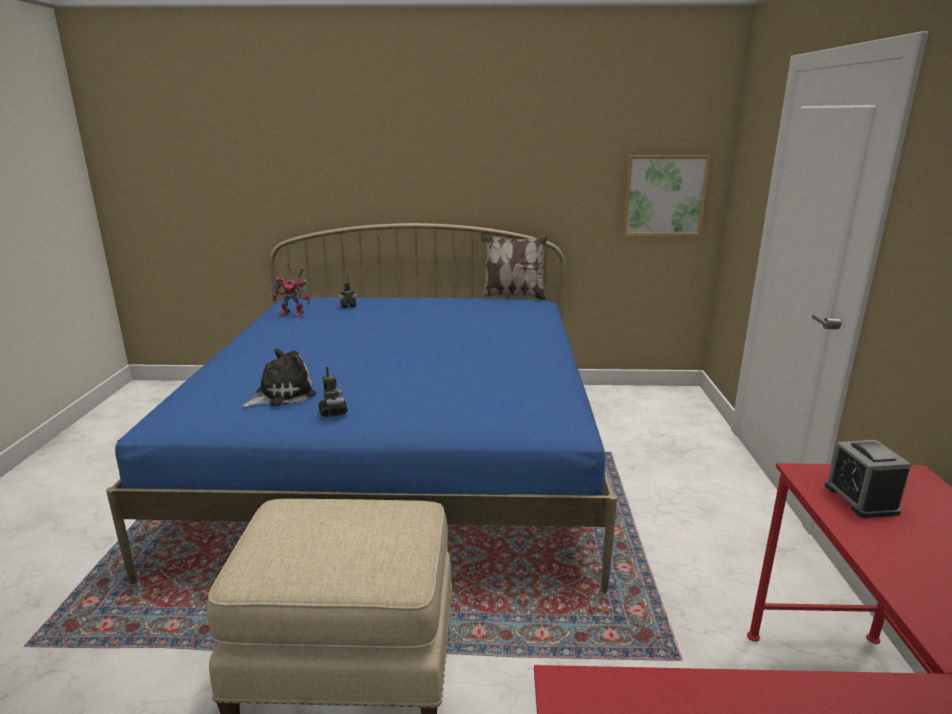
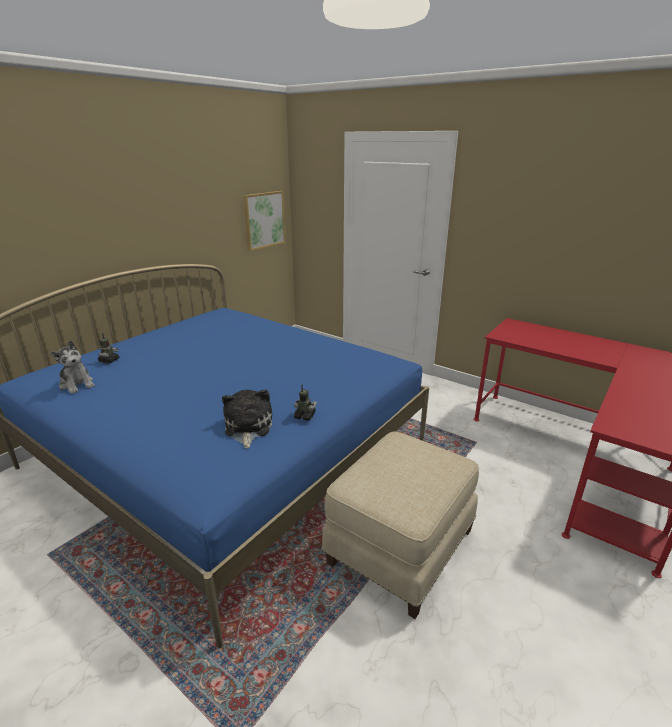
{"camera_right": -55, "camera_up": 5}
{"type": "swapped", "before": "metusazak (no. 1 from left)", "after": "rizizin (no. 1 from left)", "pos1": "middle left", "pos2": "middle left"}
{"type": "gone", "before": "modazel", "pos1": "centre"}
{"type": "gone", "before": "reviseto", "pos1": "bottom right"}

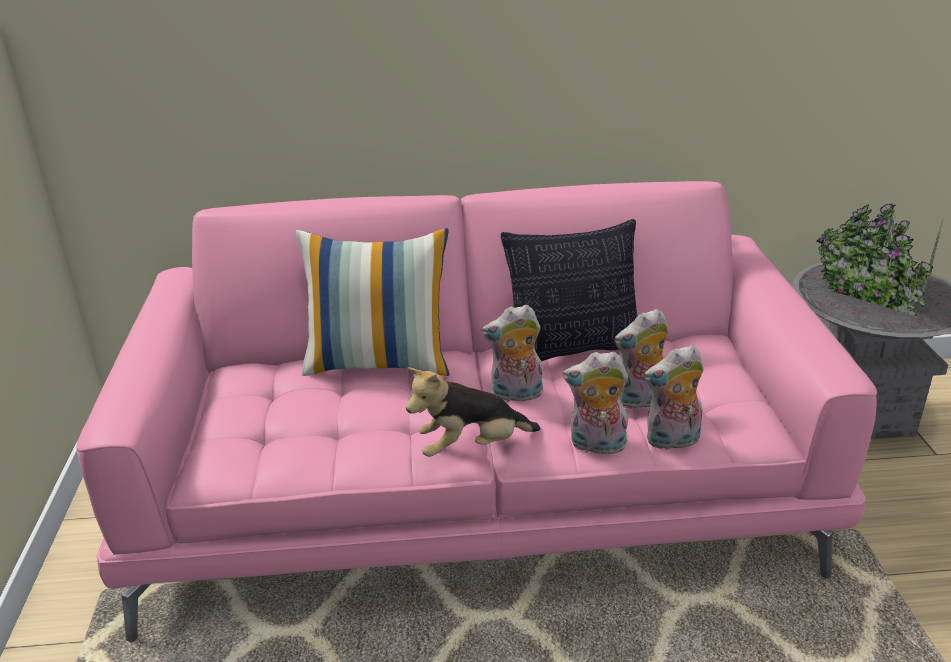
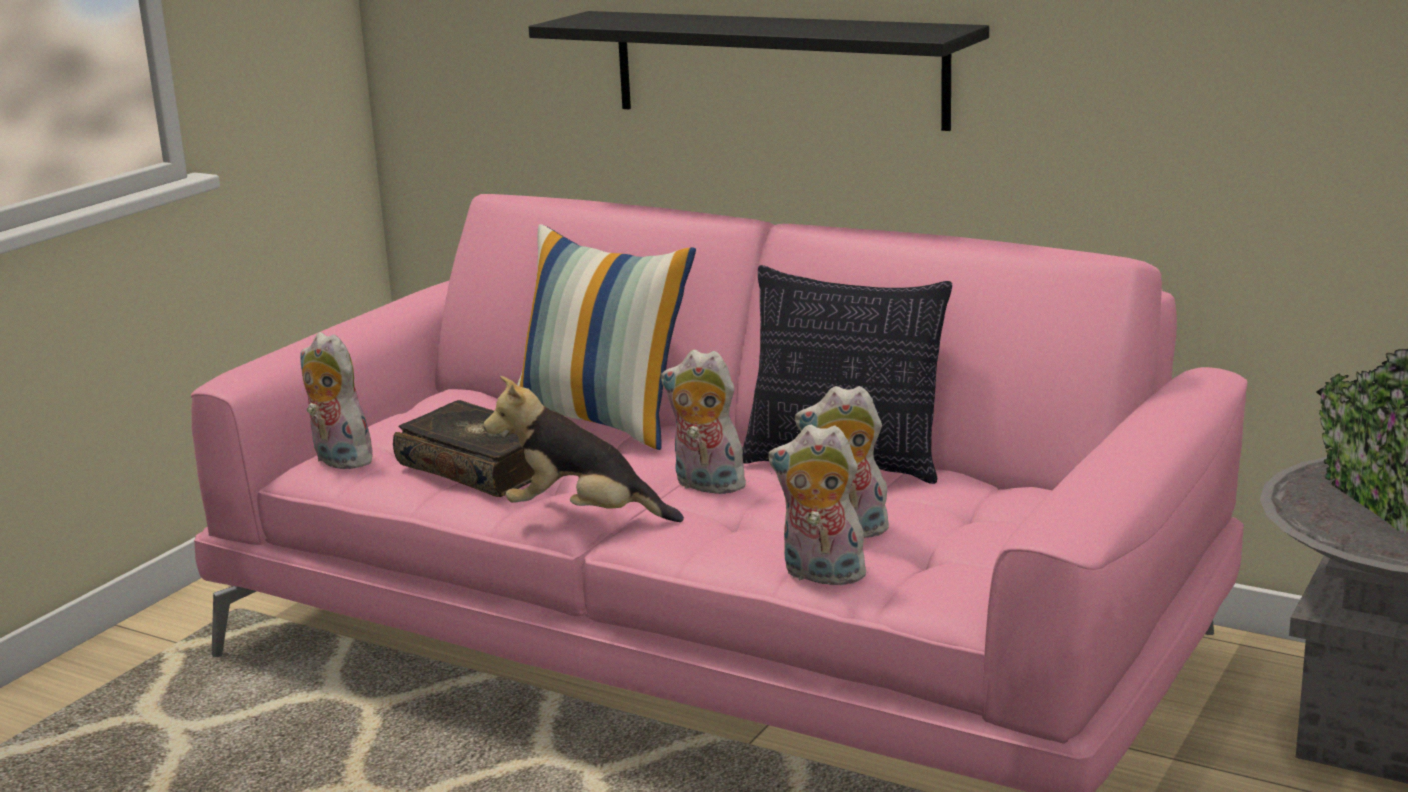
{"camera_right": 35, "camera_up": -10}
{"type": "shifted", "before": "rizizin (no. 3 from left in the first image)", "after": "rizizin (no. 1 from left)", "pos1": "centre", "pos2": "middle left"}
{"type": "new", "after": "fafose", "pos2": "middle left"}
{"type": "new", "after": "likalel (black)", "pos2": "top centre"}

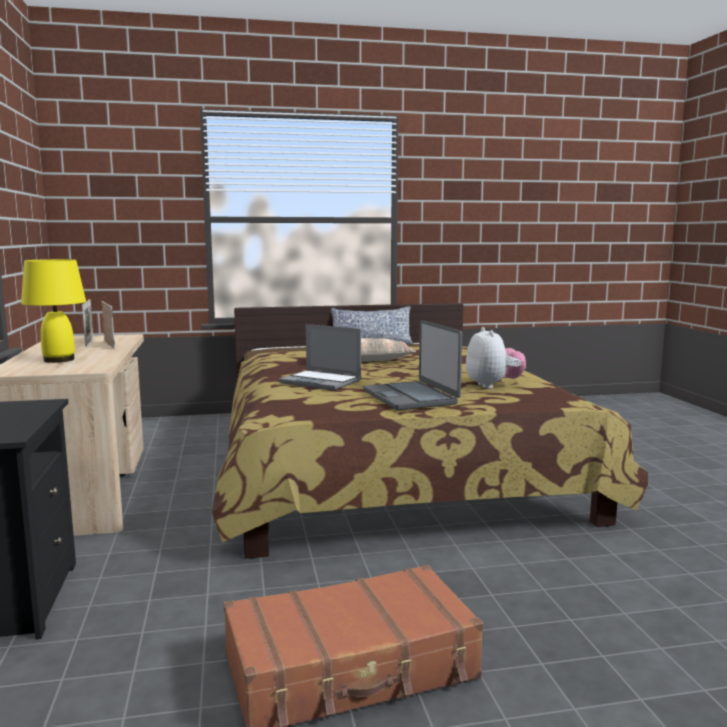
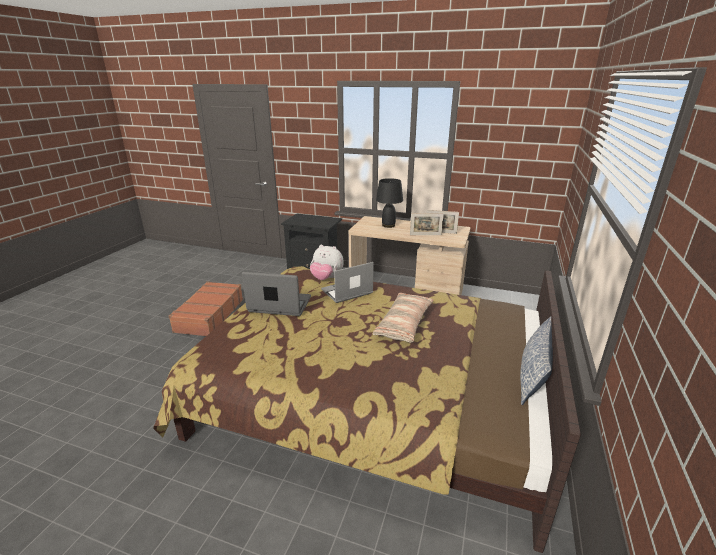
{"camera_right": 120, "camera_up": 15}
{"type": "repainted", "before": "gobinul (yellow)", "after": "gobinul (black)", "pos1": "middle left", "pos2": "centre"}
{"type": "shifted", "before": "rizizin", "pos1": "middle right", "pos2": "centre"}

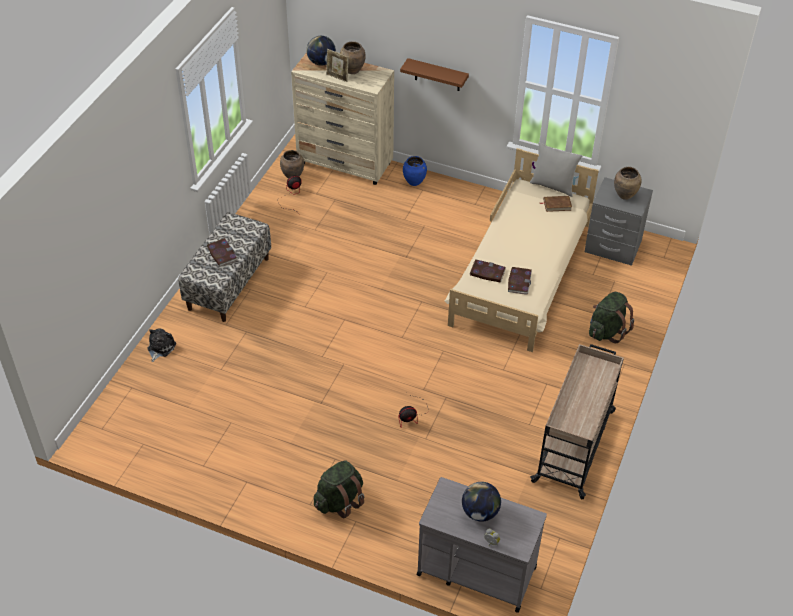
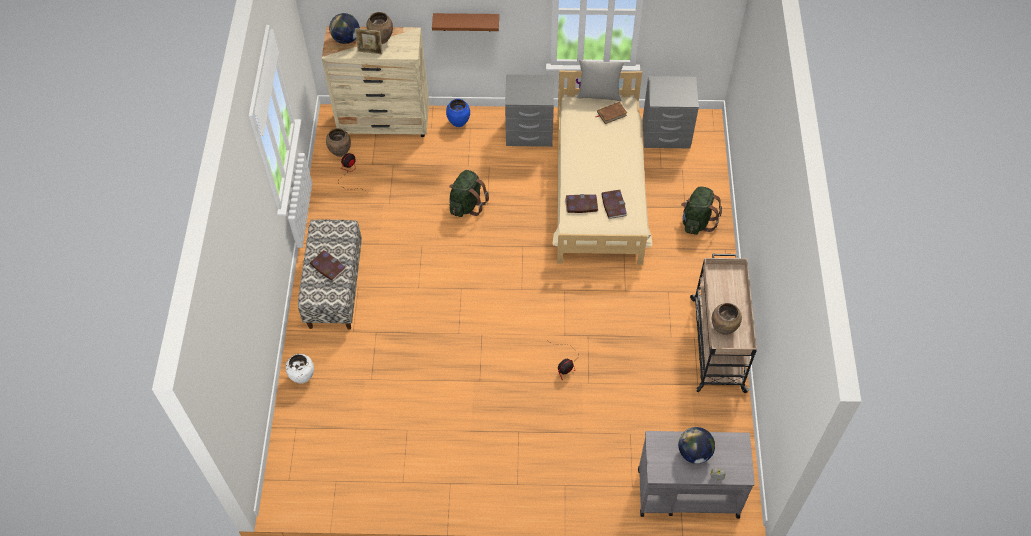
{"camera_right": -20, "camera_up": 10}
{"type": "swapped", "before": "rizizin", "after": "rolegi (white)", "pos1": "middle left", "pos2": "bottom left"}
{"type": "shifted", "before": "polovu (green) (no. 1 from left)", "pos1": "bottom centre", "pos2": "centre"}
{"type": "shifted", "before": "rolegi (brown) (no. 3 from left)", "pos1": "top right", "pos2": "middle right"}
{"type": "new", "after": "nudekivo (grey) (no. 1 from left)", "pos2": "top centre"}

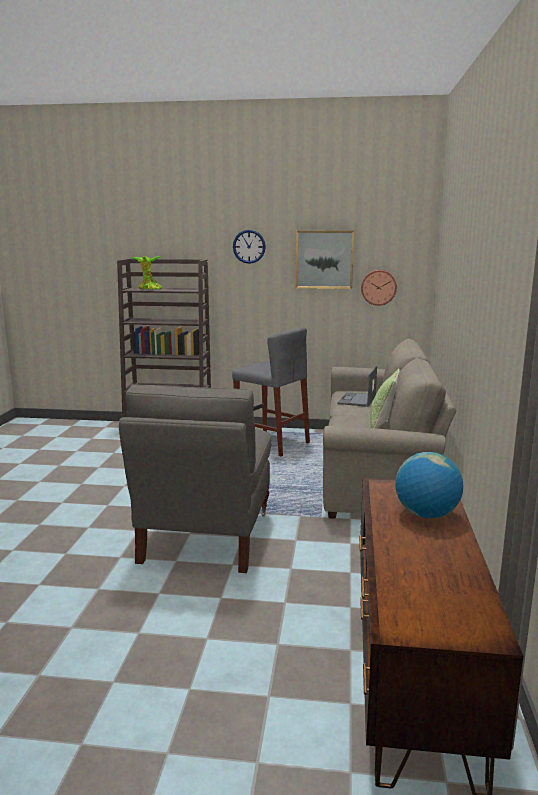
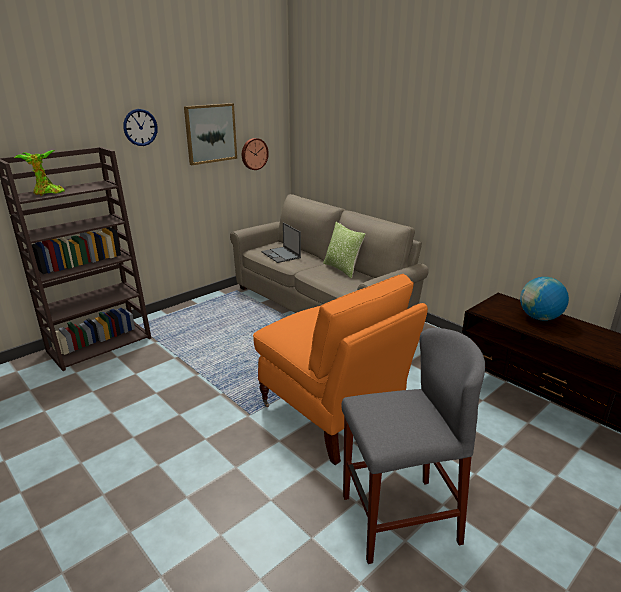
{"camera_right": -50, "camera_up": 10}
{"type": "repainted", "before": "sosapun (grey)", "after": "sosapun (orange)", "pos1": "centre", "pos2": "centre"}
{"type": "shifted", "before": "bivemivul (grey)", "pos1": "centre", "pos2": "bottom centre"}

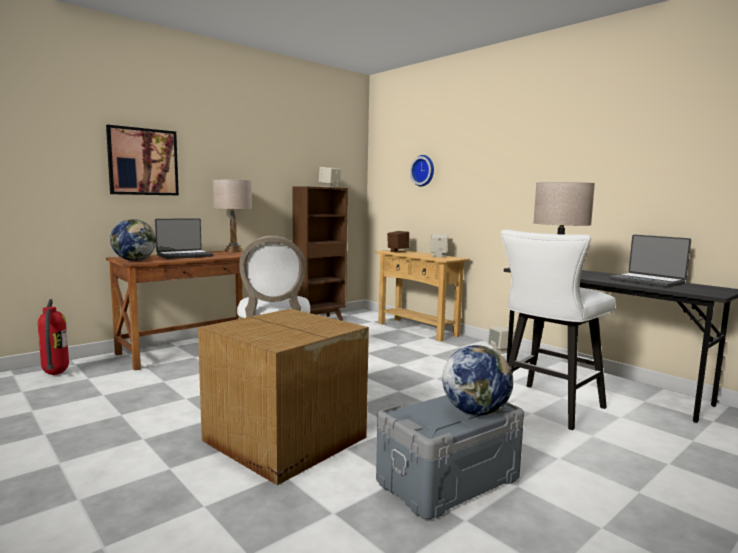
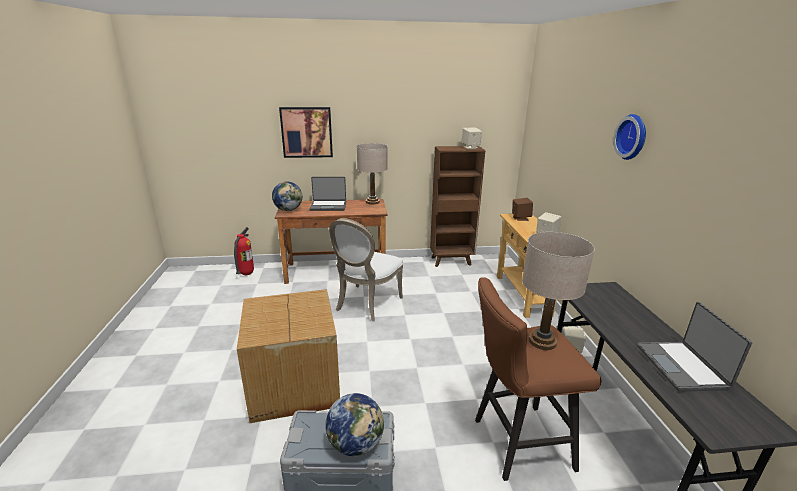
{"camera_right": 35, "camera_up": 15}
{"type": "shifted", "before": "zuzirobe", "pos1": "top centre", "pos2": "top right"}
{"type": "repainted", "before": "bivemivul (white)", "after": "bivemivul (brown)", "pos1": "middle right", "pos2": "bottom right"}

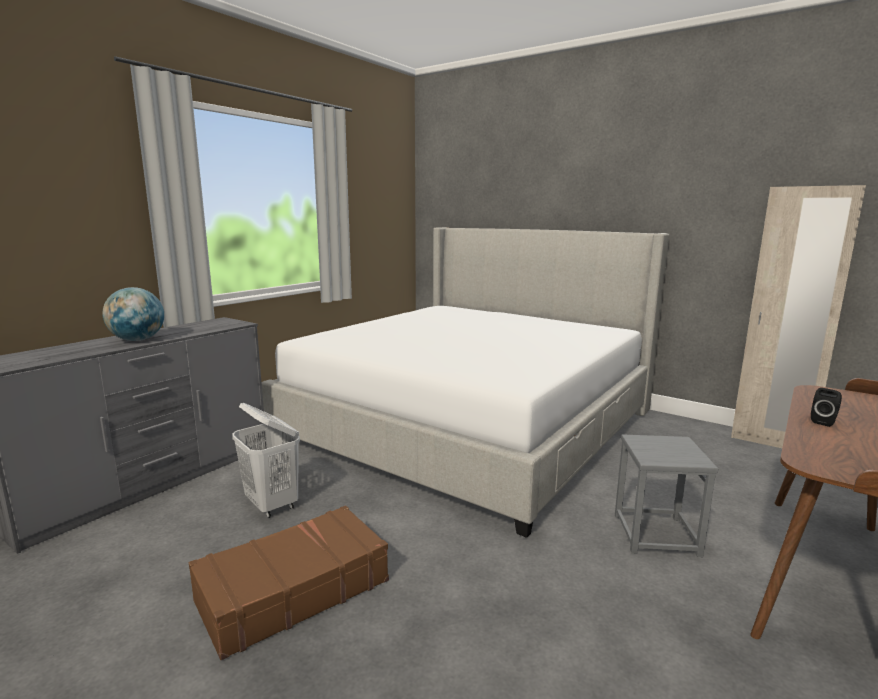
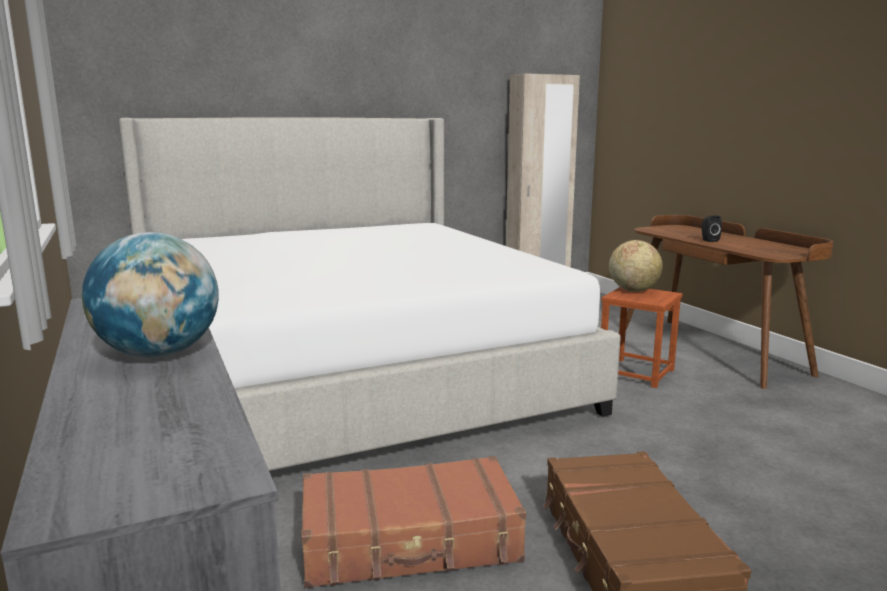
{"camera_right": -60, "camera_up": 0}
{"type": "swapped", "before": "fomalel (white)", "after": "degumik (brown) (no. 1 from left)", "pos1": "middle left", "pos2": "bottom centre"}
{"type": "repainted", "before": "bivemivul (grey)", "after": "bivemivul (brown)", "pos1": "bottom right", "pos2": "middle right"}
{"type": "new", "after": "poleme (no. 2 from left)", "pos2": "middle right"}

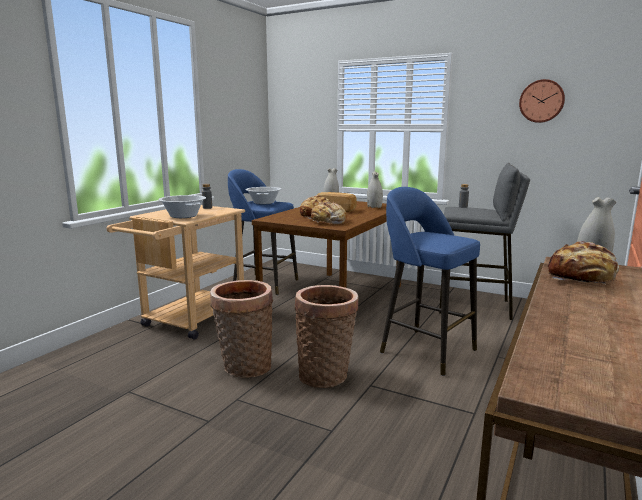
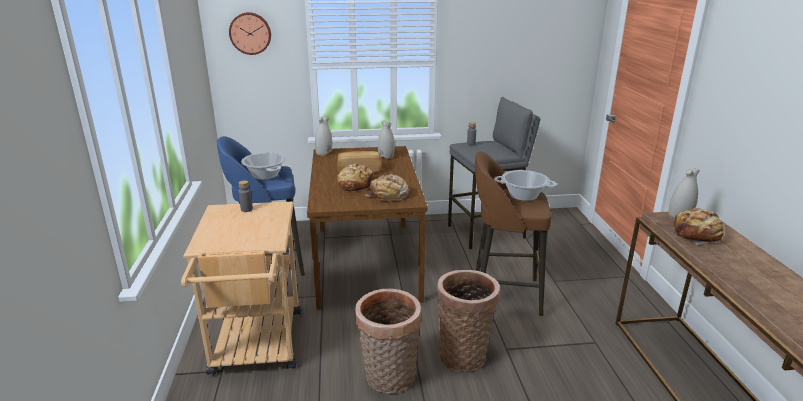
{"camera_right": -35, "camera_up": 10}
{"type": "shifted", "before": "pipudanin (no. 1 from left in the first image)", "after": "pipudanin (no. 2 from left)", "pos1": "middle left", "pos2": "centre"}
{"type": "repainted", "before": "bivemivul (blue) (no. 2 from left)", "after": "bivemivul (brown)", "pos1": "middle right", "pos2": "centre"}
{"type": "shifted", "before": "zuzirobe", "pos1": "top right", "pos2": "top left"}

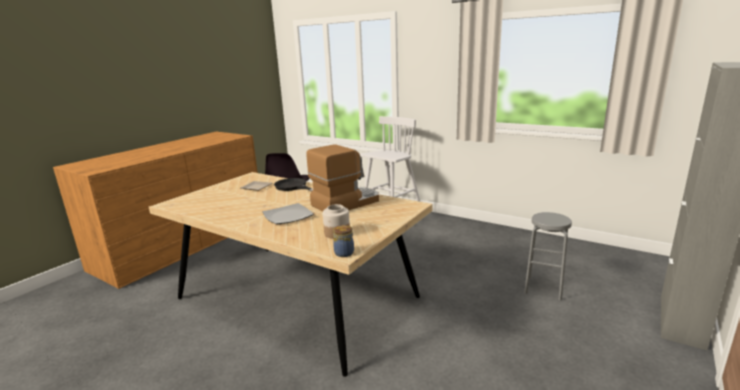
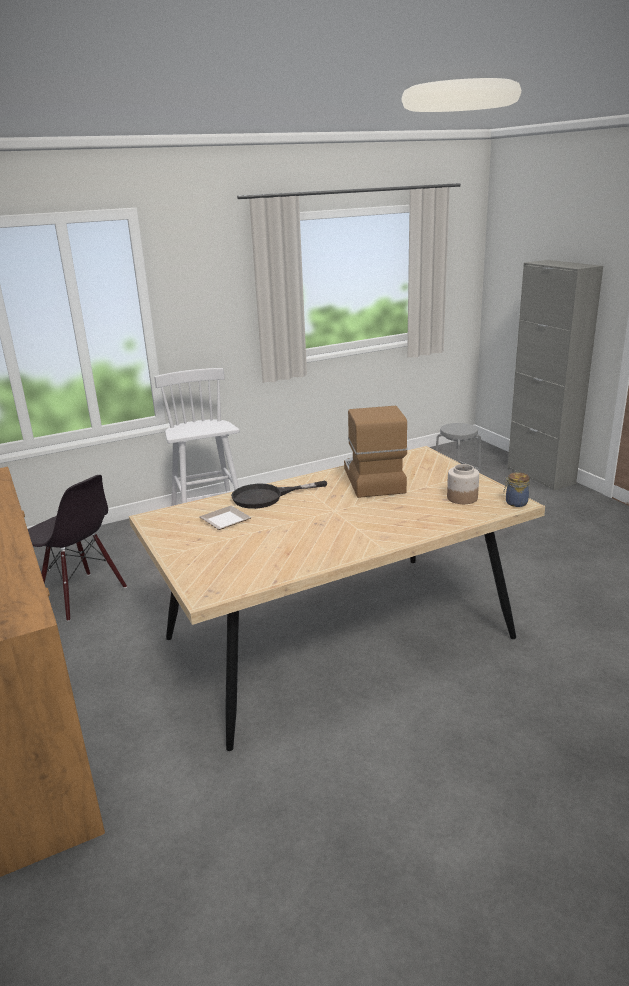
{"camera_right": -60, "camera_up": 5}
{"type": "gone", "before": "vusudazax (no. 2 from left)", "pos1": "centre"}

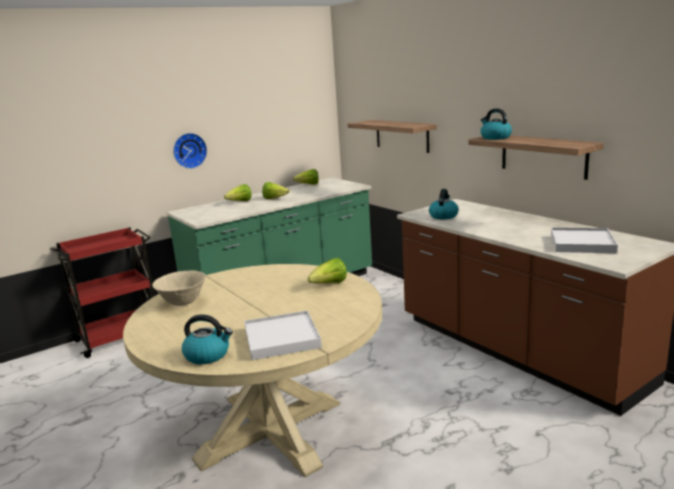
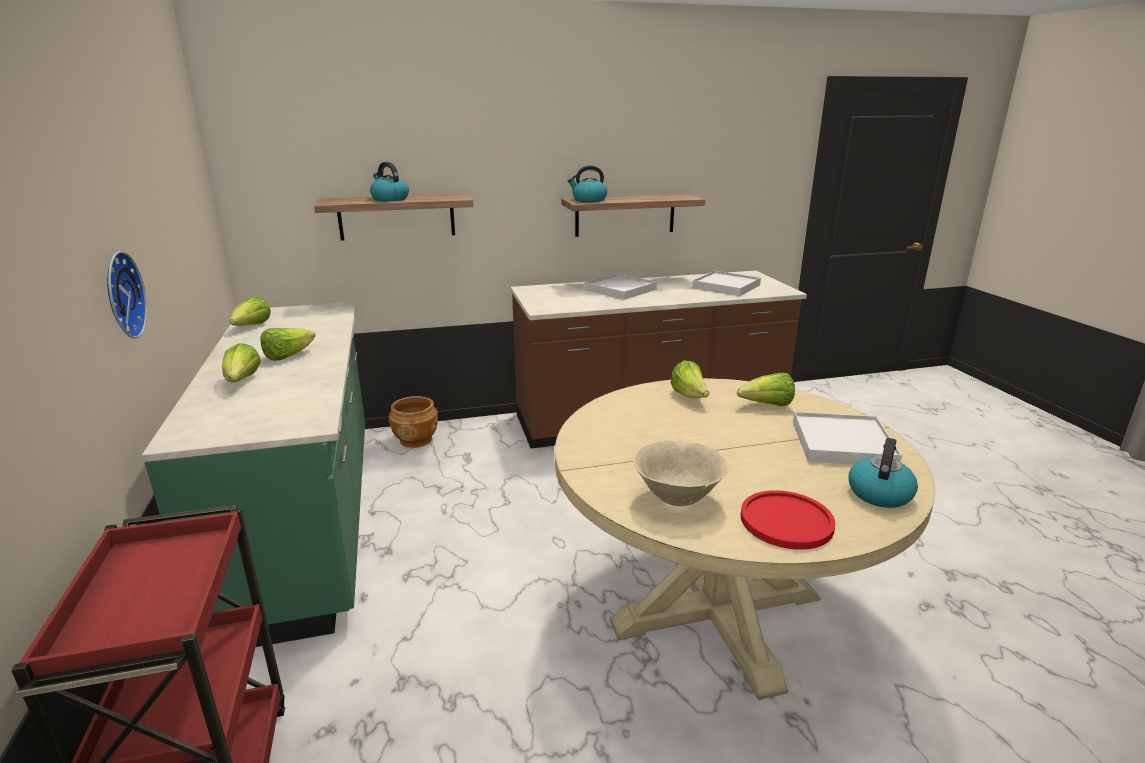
{"camera_right": -70, "camera_up": 5}
{"type": "shifted", "before": "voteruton (no. 2 from left in the first image)", "after": "voteruton (no. 1 from left)", "pos1": "centre", "pos2": "top centre"}
{"type": "new", "after": "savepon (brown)", "pos2": "centre"}
{"type": "new", "after": "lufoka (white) (no. 1 from left)", "pos2": "centre"}
{"type": "new", "after": "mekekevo (no. 5 from left)", "pos2": "middle right"}
{"type": "new", "after": "vusudazax (red)", "pos2": "bottom right"}

